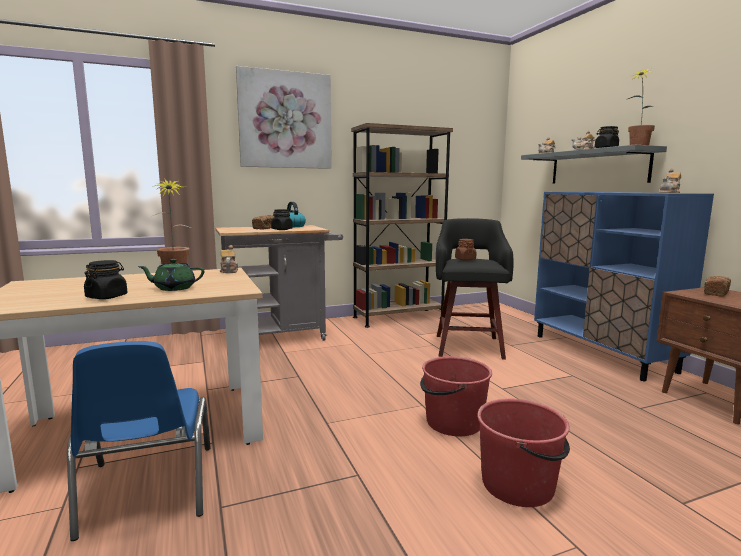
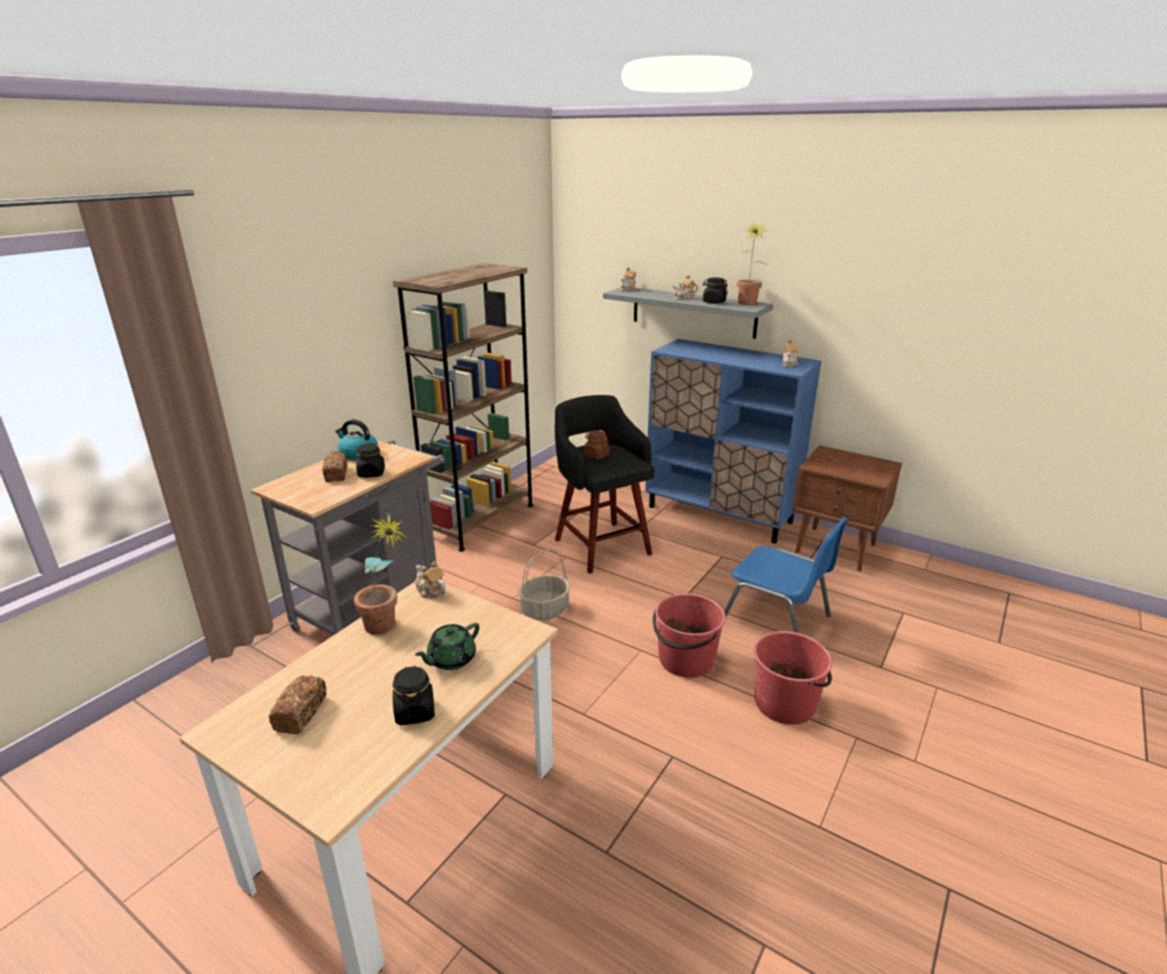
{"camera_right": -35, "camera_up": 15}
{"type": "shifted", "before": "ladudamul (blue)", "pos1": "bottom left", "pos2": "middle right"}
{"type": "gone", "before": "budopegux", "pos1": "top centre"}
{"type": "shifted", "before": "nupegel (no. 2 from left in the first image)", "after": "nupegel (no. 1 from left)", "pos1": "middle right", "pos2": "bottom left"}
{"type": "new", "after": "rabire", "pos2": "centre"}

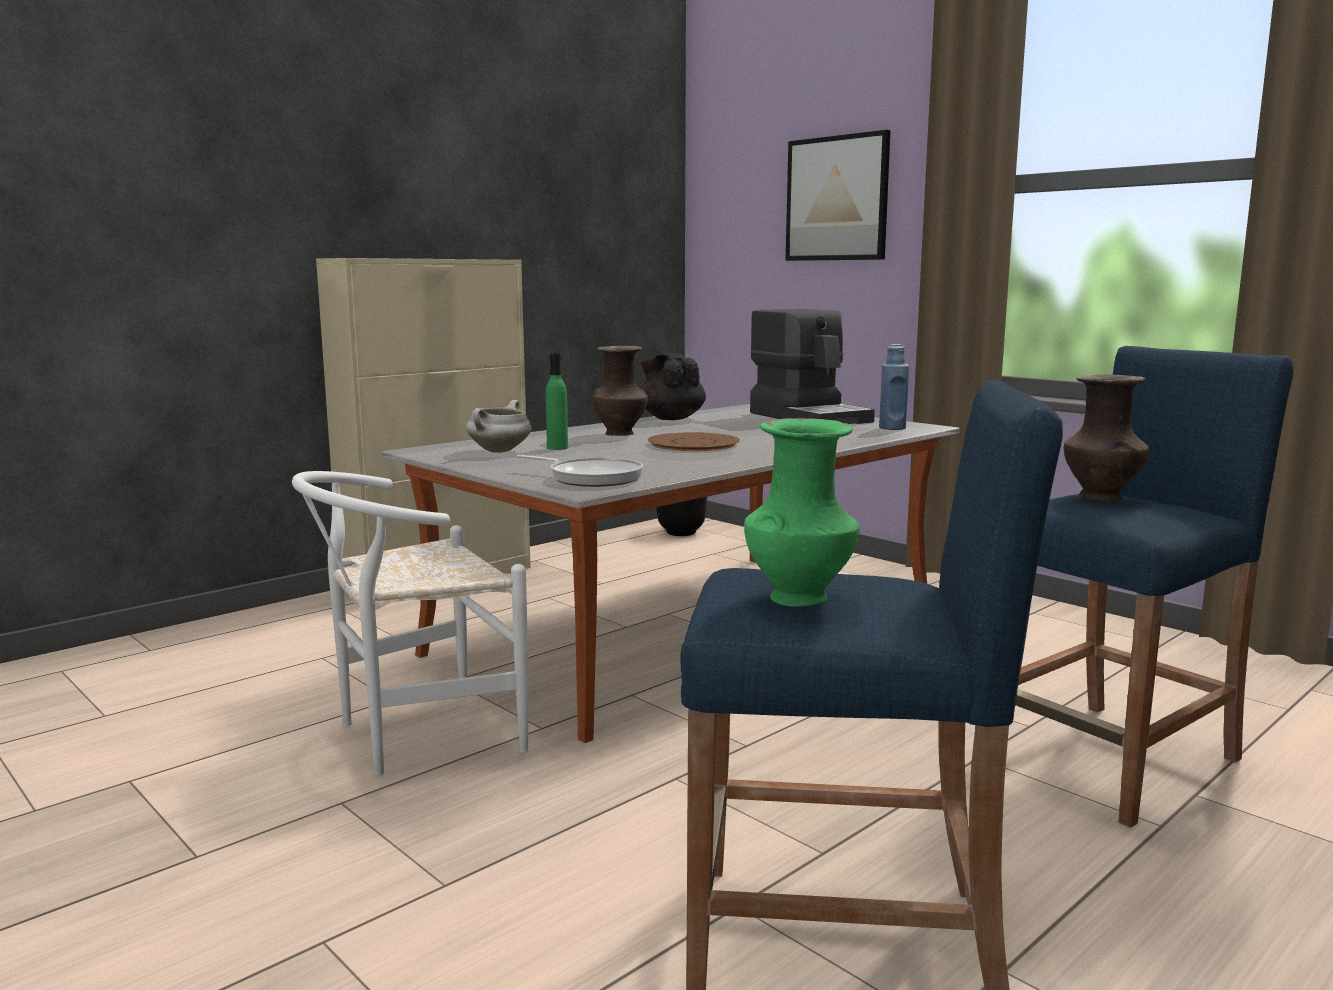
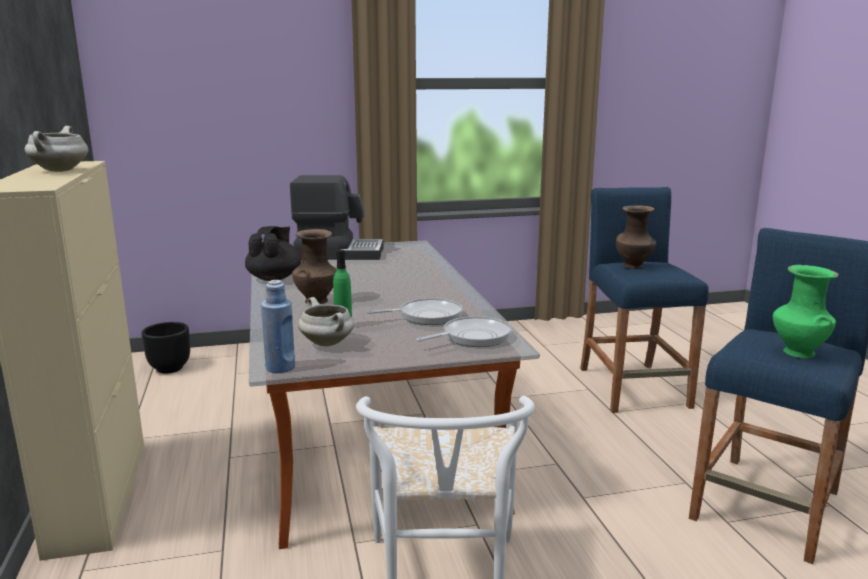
{"camera_right": -60, "camera_up": 5}
{"type": "rotated", "before": "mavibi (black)", "pos1": "centre", "pos2": "middle left", "turn": 105}
{"type": "gone", "before": "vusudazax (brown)", "pos1": "centre"}
{"type": "gone", "before": "budopegux", "pos1": "top centre"}
{"type": "shifted", "before": "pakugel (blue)", "pos1": "middle right", "pos2": "middle left"}
{"type": "new", "after": "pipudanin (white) (no. 1 from left)", "pos2": "top left"}
{"type": "new", "after": "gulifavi (no. 1 from left)", "pos2": "centre"}

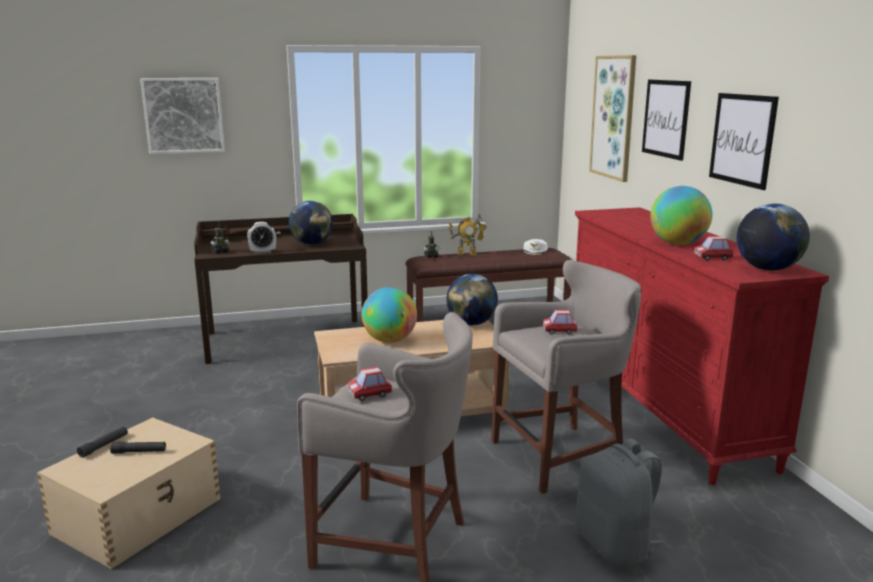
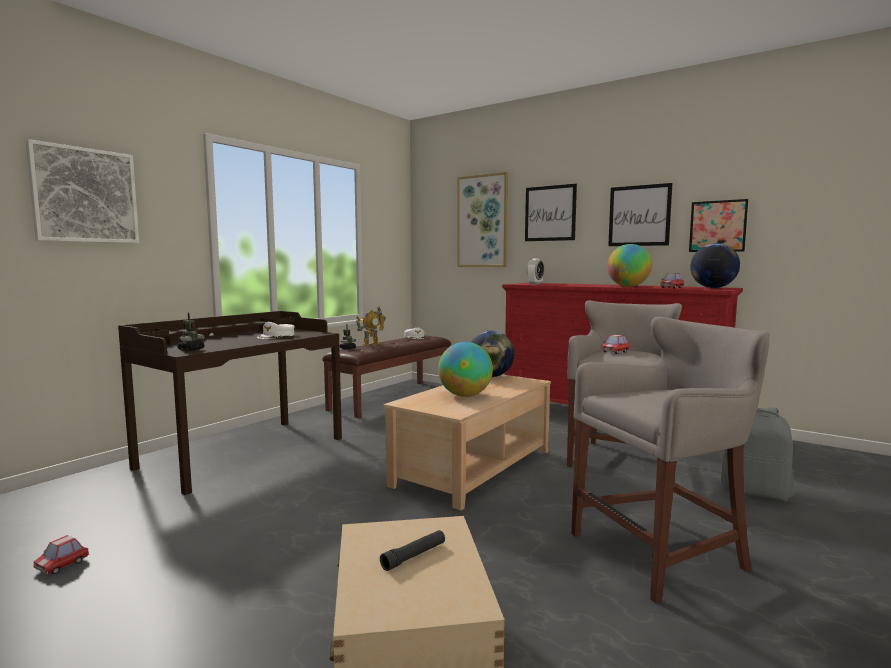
{"camera_right": -40, "camera_up": -10}
{"type": "gone", "before": "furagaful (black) (no. 1 from left)", "pos1": "bottom left"}
{"type": "shifted", "before": "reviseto", "pos1": "middle left", "pos2": "centre"}
{"type": "swapped", "before": "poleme (no. 1 from left)", "after": "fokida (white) (no. 1 from left)", "pos1": "centre", "pos2": "middle left"}
{"type": "shifted", "before": "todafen (no. 1 from left)", "pos1": "centre", "pos2": "bottom left"}
{"type": "new", "after": "budopegux (no. 5 from left)", "pos2": "middle right"}

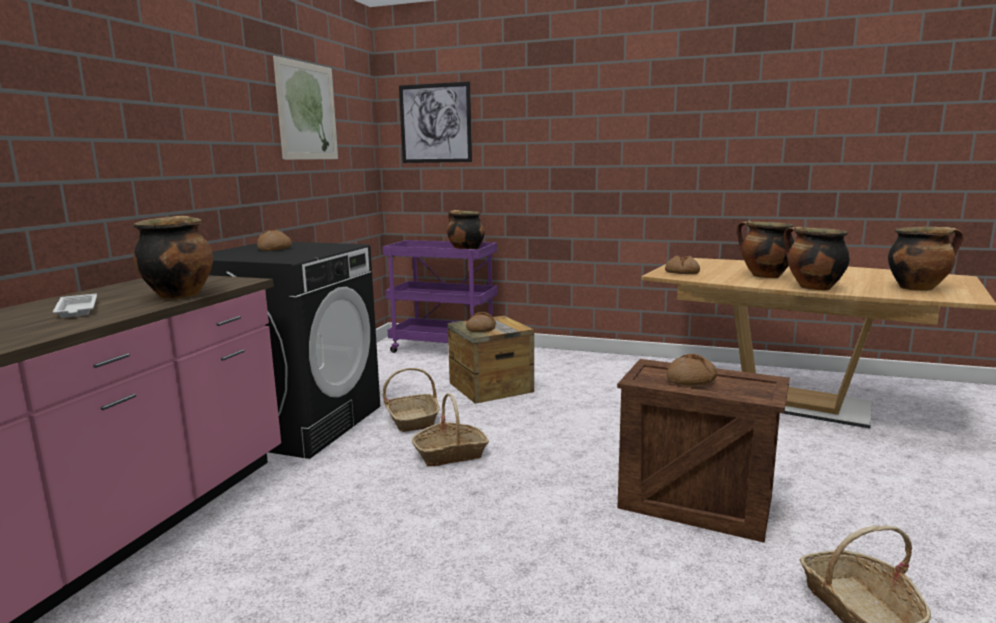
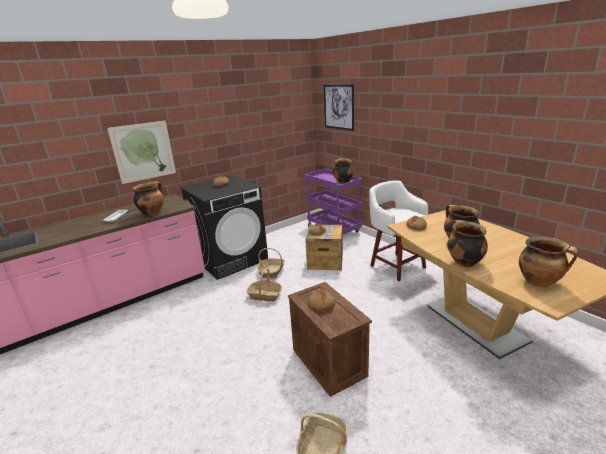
{"camera_right": 35, "camera_up": 10}
{"type": "shifted", "before": "budopegux (no. 1 from left)", "pos1": "top left", "pos2": "middle left"}
{"type": "new", "after": "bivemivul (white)", "pos2": "centre"}

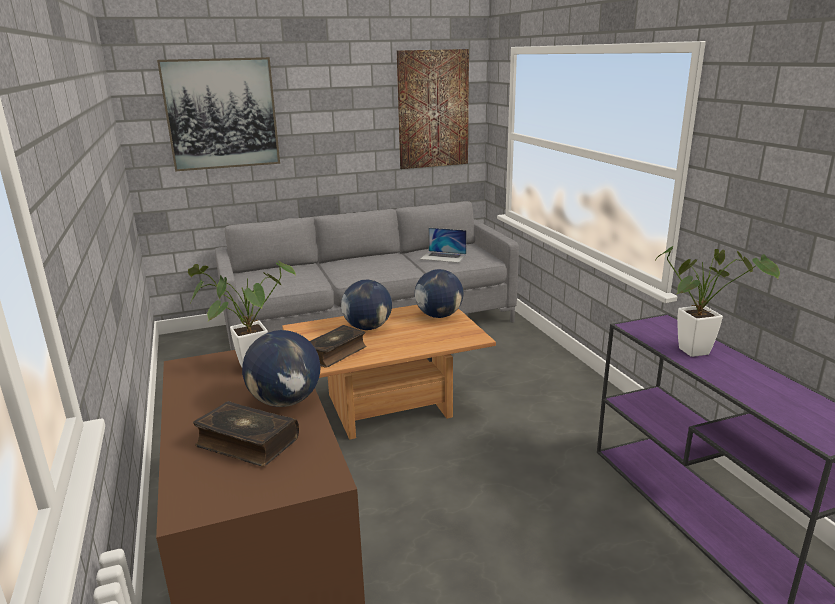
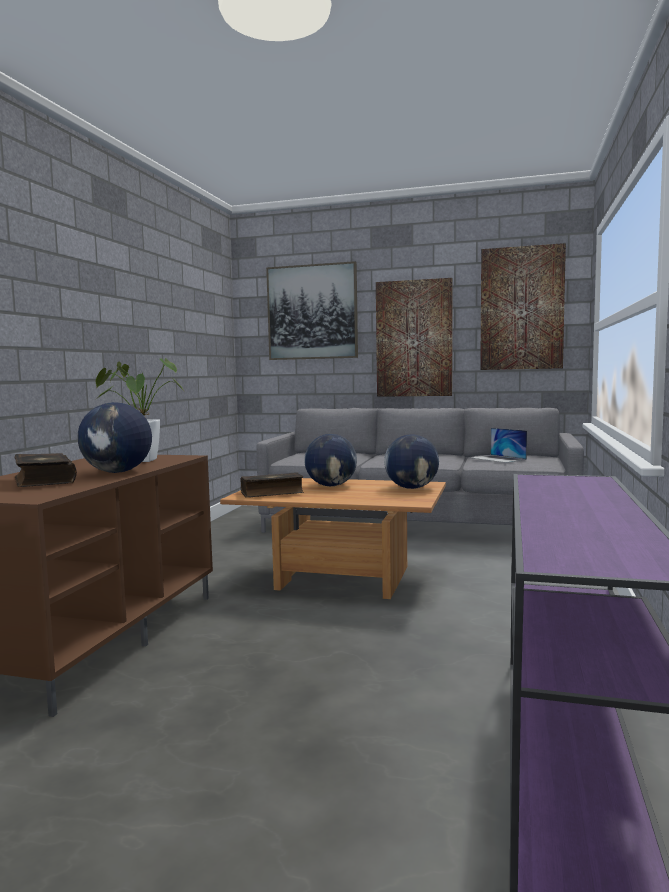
{"camera_right": 35, "camera_up": -15}
{"type": "gone", "before": "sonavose (no. 2 from left)", "pos1": "middle right"}
{"type": "new", "after": "budopegux (no. 2 from left)", "pos2": "centre"}

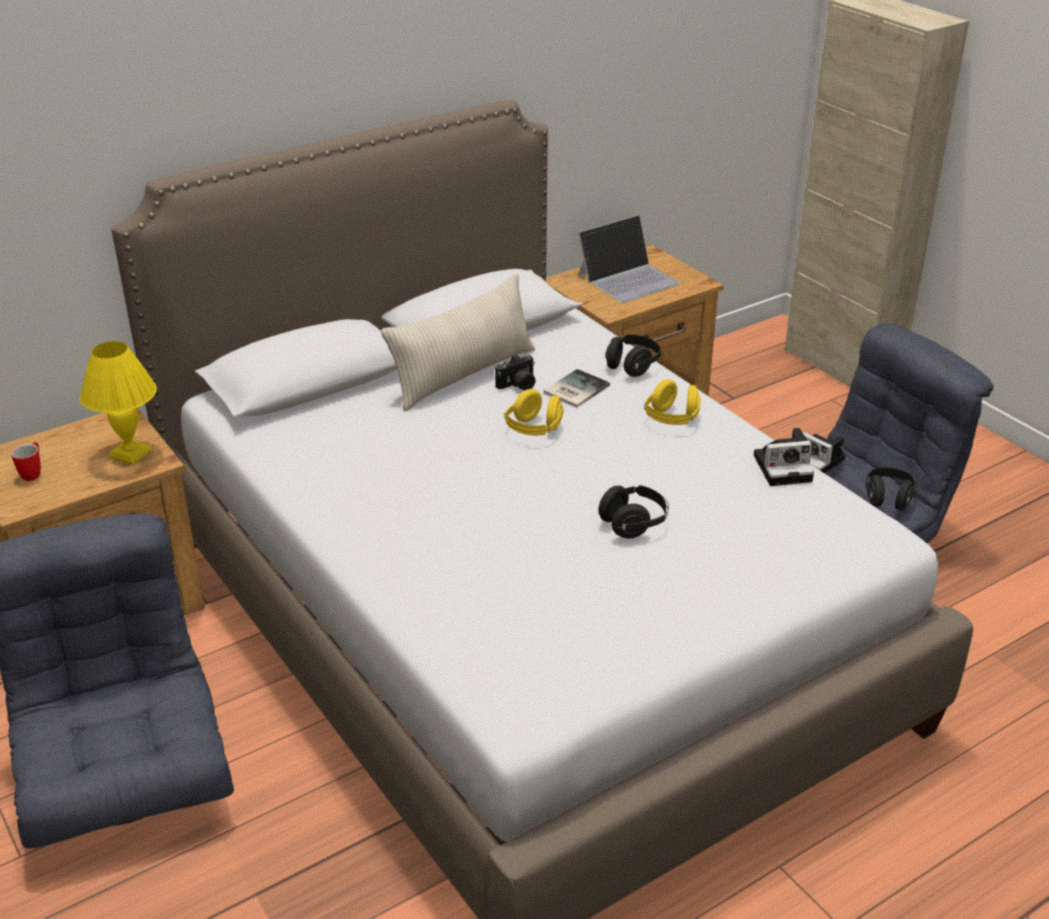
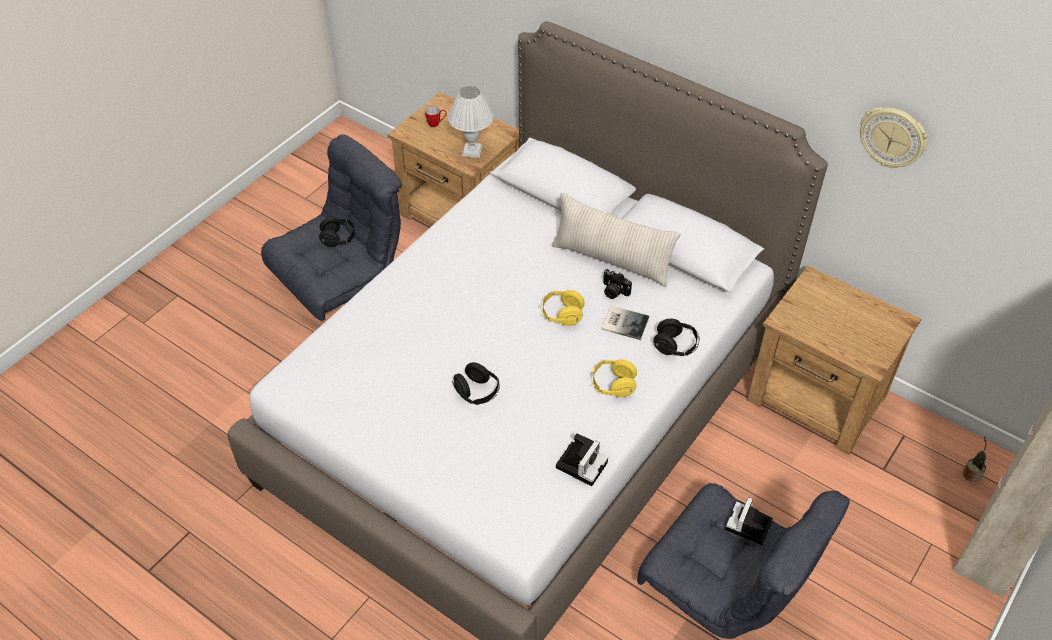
{"camera_right": 70, "camera_up": 15}
{"type": "repainted", "before": "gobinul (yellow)", "after": "gobinul (white)", "pos1": "middle left", "pos2": "top centre"}
{"type": "gone", "before": "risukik", "pos1": "top centre"}
{"type": "rotated", "before": "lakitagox (no. 2 from left in the first image)", "pos1": "middle right", "pos2": "bottom centre", "turn": -120}
{"type": "shifted", "before": "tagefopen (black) (no. 3 from left in the first image)", "after": "tagefopen (black) (no. 1 from left)", "pos1": "middle right", "pos2": "middle left"}
{"type": "new", "after": "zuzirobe", "pos2": "top right"}
{"type": "new", "after": "sonavose", "pos2": "bottom right"}

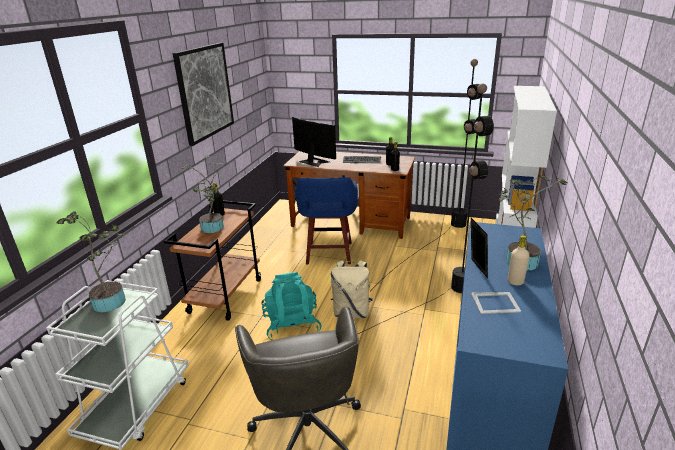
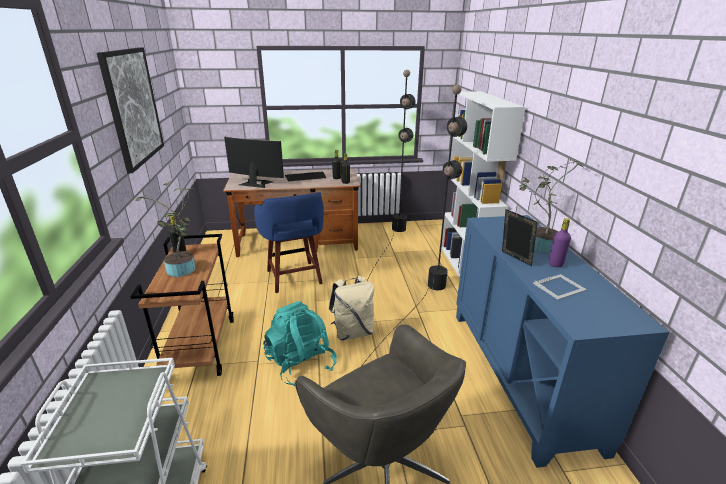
{"camera_right": -25, "camera_up": 0}
{"type": "gone", "before": "sonavose (no. 1 from left)", "pos1": "middle left"}
{"type": "repainted", "before": "pakugel (beige)", "after": "pakugel (purple)", "pos1": "middle right", "pos2": "middle right"}

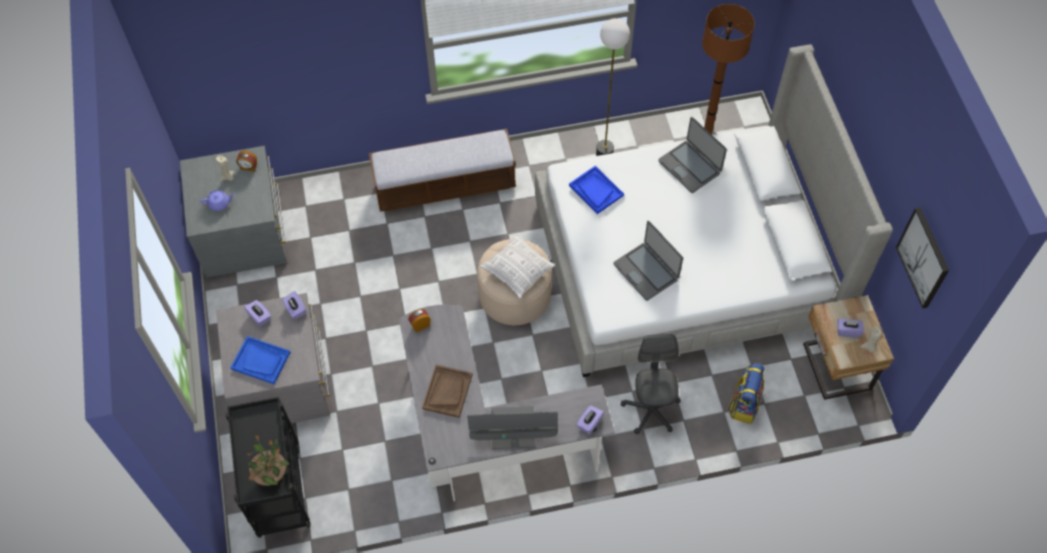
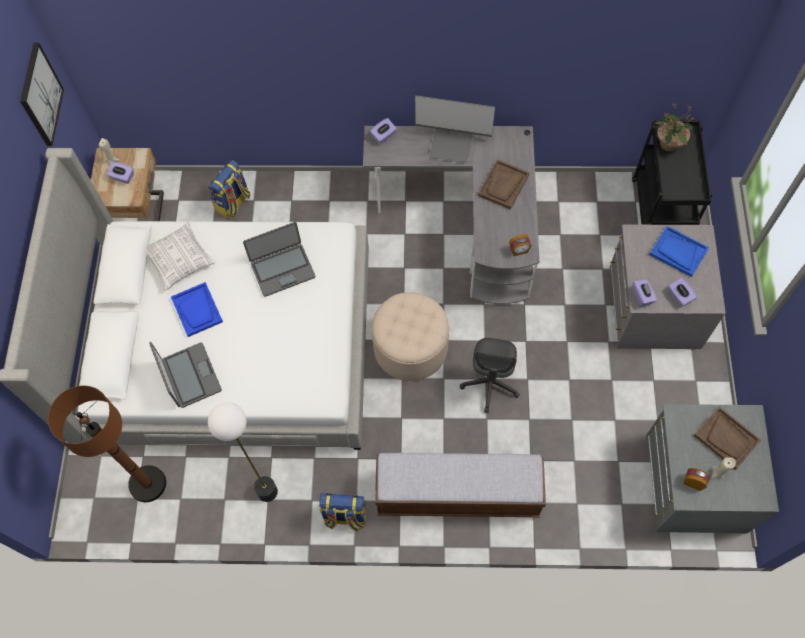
{"camera_right": -165, "camera_up": 5}
{"type": "swapped", "before": "mavibi (purple)", "after": "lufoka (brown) (no. 2 from left)", "pos1": "middle left", "pos2": "bottom right"}
{"type": "shifted", "before": "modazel", "pos1": "centre", "pos2": "middle left"}
{"type": "shifted", "before": "lufoka (blue) (no. 2 from left in the first image)", "after": "lufoka (blue) (no. 1 from left)", "pos1": "centre", "pos2": "middle left"}
{"type": "rotated", "before": "risukik (no. 1 from left in the first image)", "pos1": "centre", "pos2": "centre", "turn": 90}
{"type": "shifted", "before": "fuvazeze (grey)", "pos1": "bottom centre", "pos2": "centre"}
{"type": "new", "after": "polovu (no. 2 from left)", "pos2": "bottom centre"}

